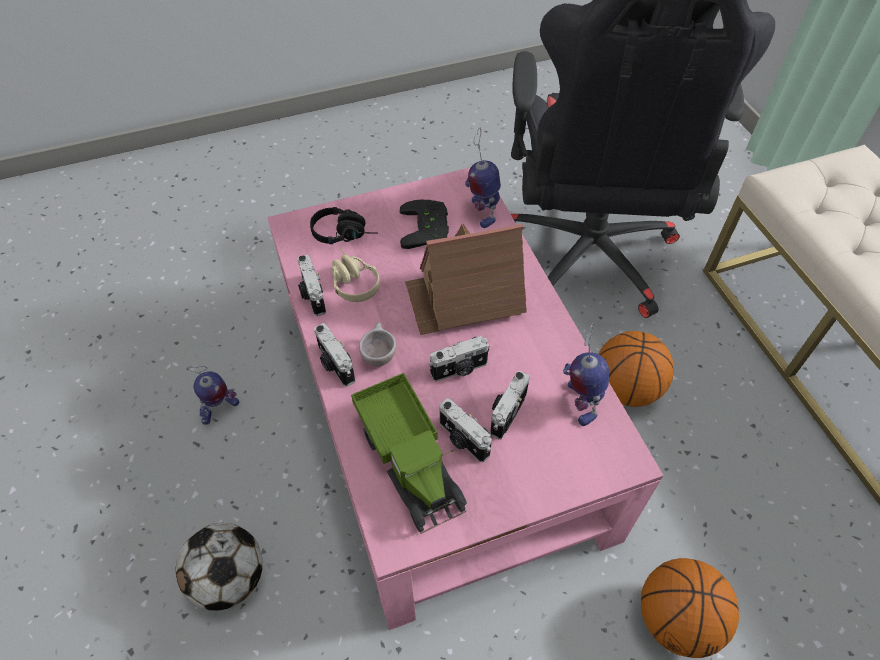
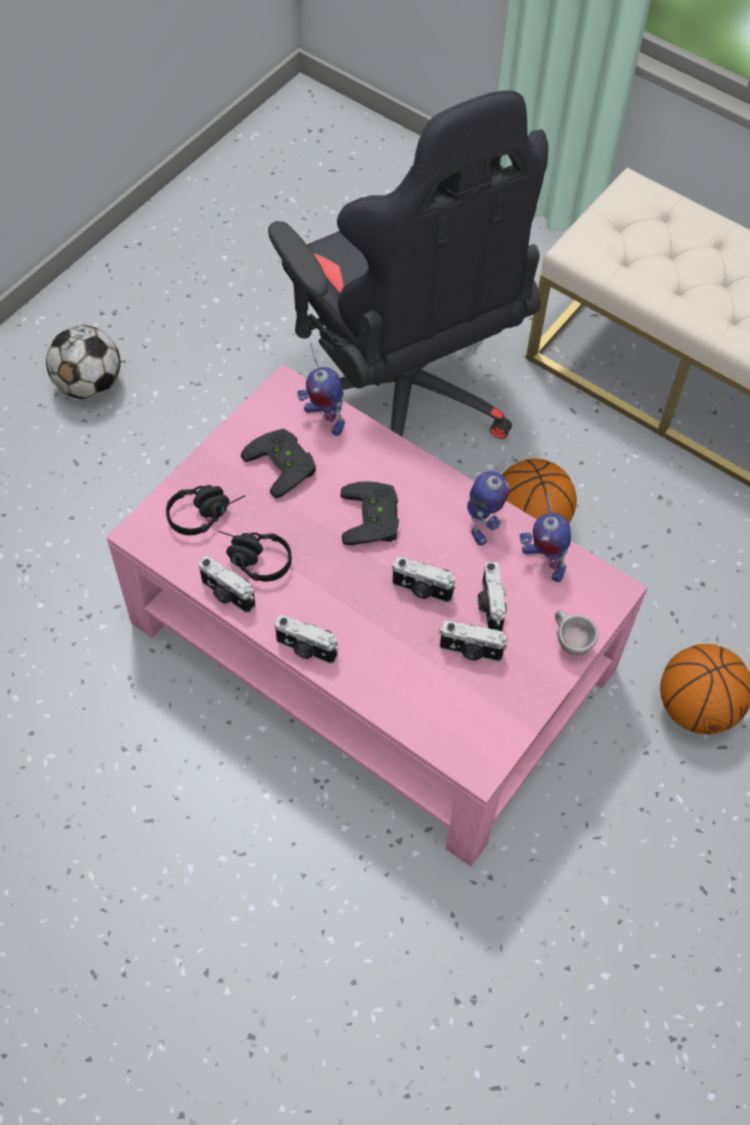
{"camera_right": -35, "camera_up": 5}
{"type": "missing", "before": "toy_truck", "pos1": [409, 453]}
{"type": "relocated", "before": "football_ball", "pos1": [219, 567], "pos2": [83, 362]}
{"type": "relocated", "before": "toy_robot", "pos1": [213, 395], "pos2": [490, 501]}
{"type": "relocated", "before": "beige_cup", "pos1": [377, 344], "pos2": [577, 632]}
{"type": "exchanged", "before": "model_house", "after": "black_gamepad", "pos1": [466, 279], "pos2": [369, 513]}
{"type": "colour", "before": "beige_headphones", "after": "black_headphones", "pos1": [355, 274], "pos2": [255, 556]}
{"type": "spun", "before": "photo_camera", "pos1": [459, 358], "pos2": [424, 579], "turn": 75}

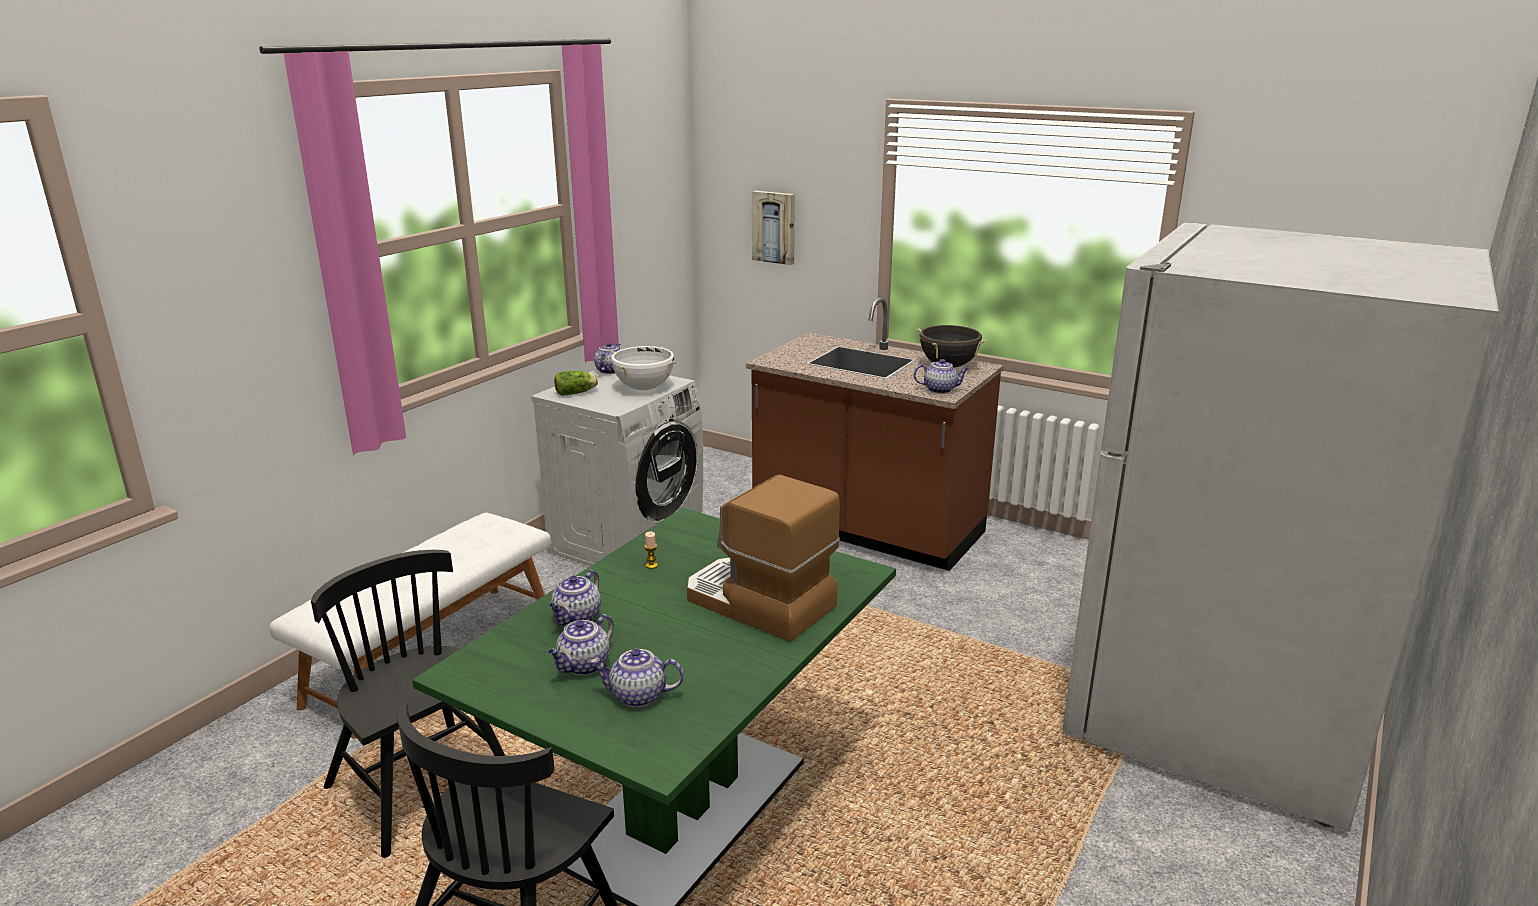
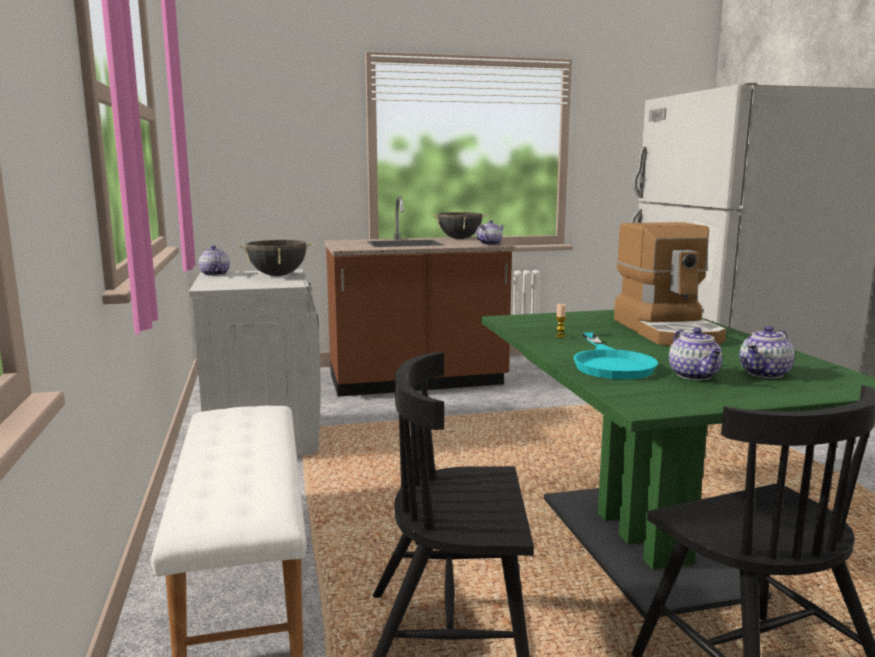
{"camera_right": -45, "camera_up": -10}
{"type": "missing", "before": "lettuce_head", "pos1": [576, 383]}
{"type": "missing", "before": "wall_picture", "pos1": [773, 228]}
{"type": "exchanged", "before": "tea_pot", "after": "turquoise_pan", "pos1": [575, 597], "pos2": [615, 356]}
{"type": "colour", "before": "whitish_stockpot", "after": "black_stockpot", "pos1": [643, 368], "pos2": [275, 258]}
{"type": "spun", "before": "coffee_machine", "pos1": [763, 558], "pos2": [670, 284], "turn": -90}

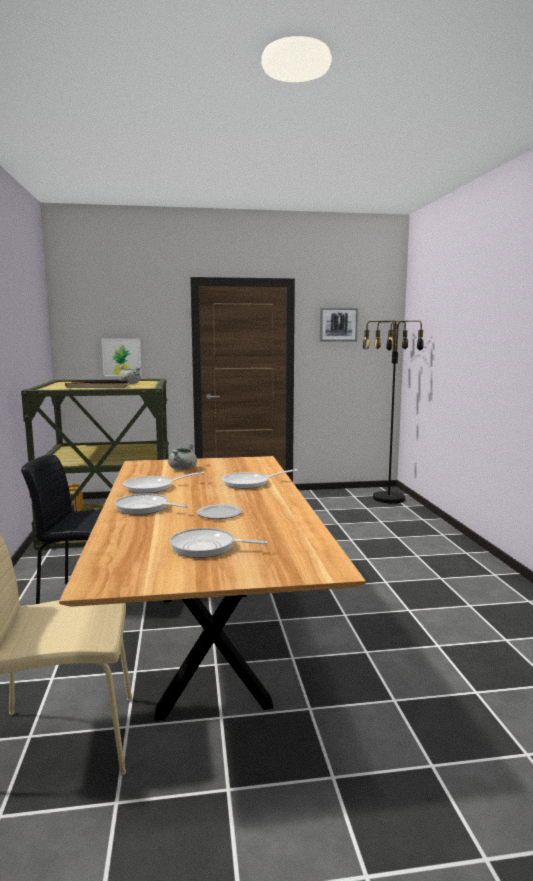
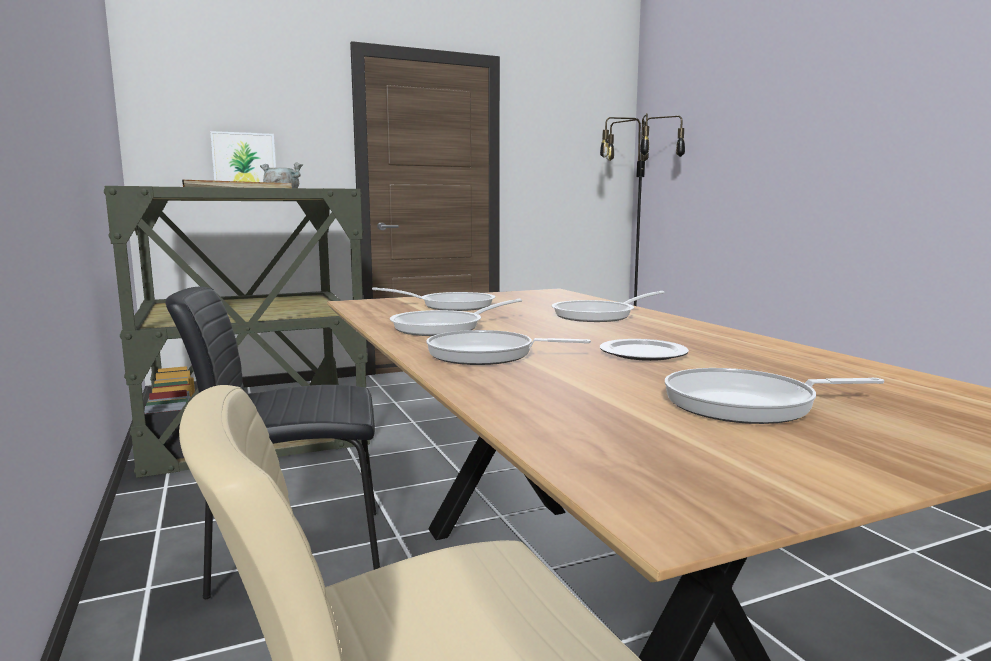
{"camera_right": -15, "camera_up": 0}
{"type": "missing", "before": "wall_picture", "pos1": [339, 324]}
{"type": "exchanged", "before": "gray_stockpot", "after": "pan", "pos1": [182, 456], "pos2": [433, 299]}

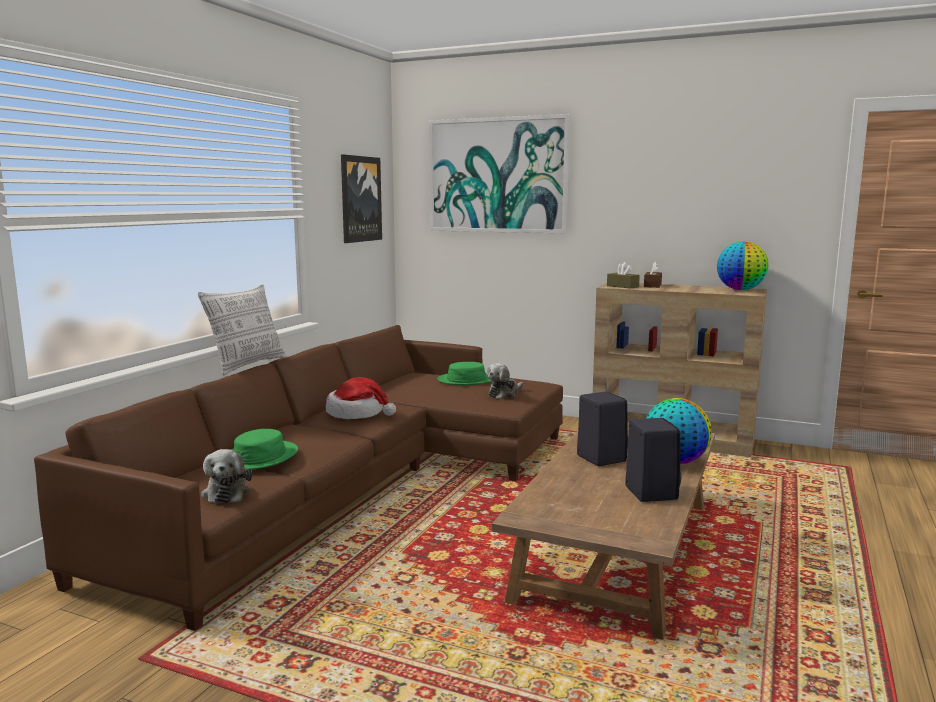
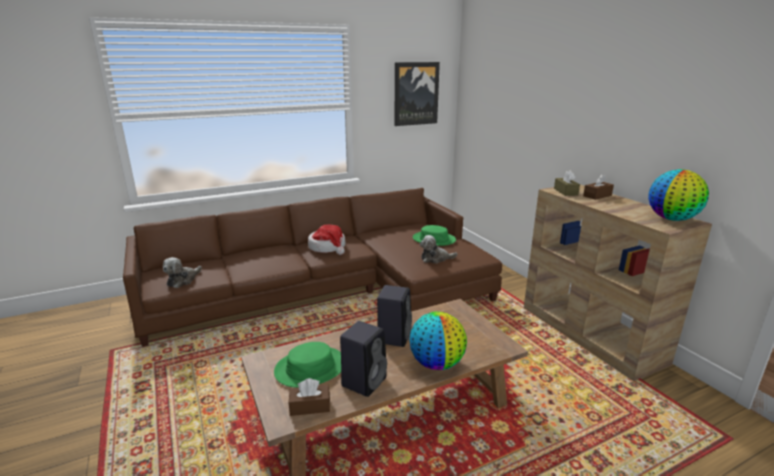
{"camera_right": 40, "camera_up": 10}
{"type": "missing", "before": "cushion", "pos1": [242, 329]}
{"type": "missing", "before": "wall_picture", "pos1": [500, 173]}
{"type": "appeared", "after": "brown_tissue_holder", "pos2": [309, 397]}
{"type": "relocated", "before": "greenish_clothing_hat", "pos1": [264, 449], "pos2": [307, 364]}

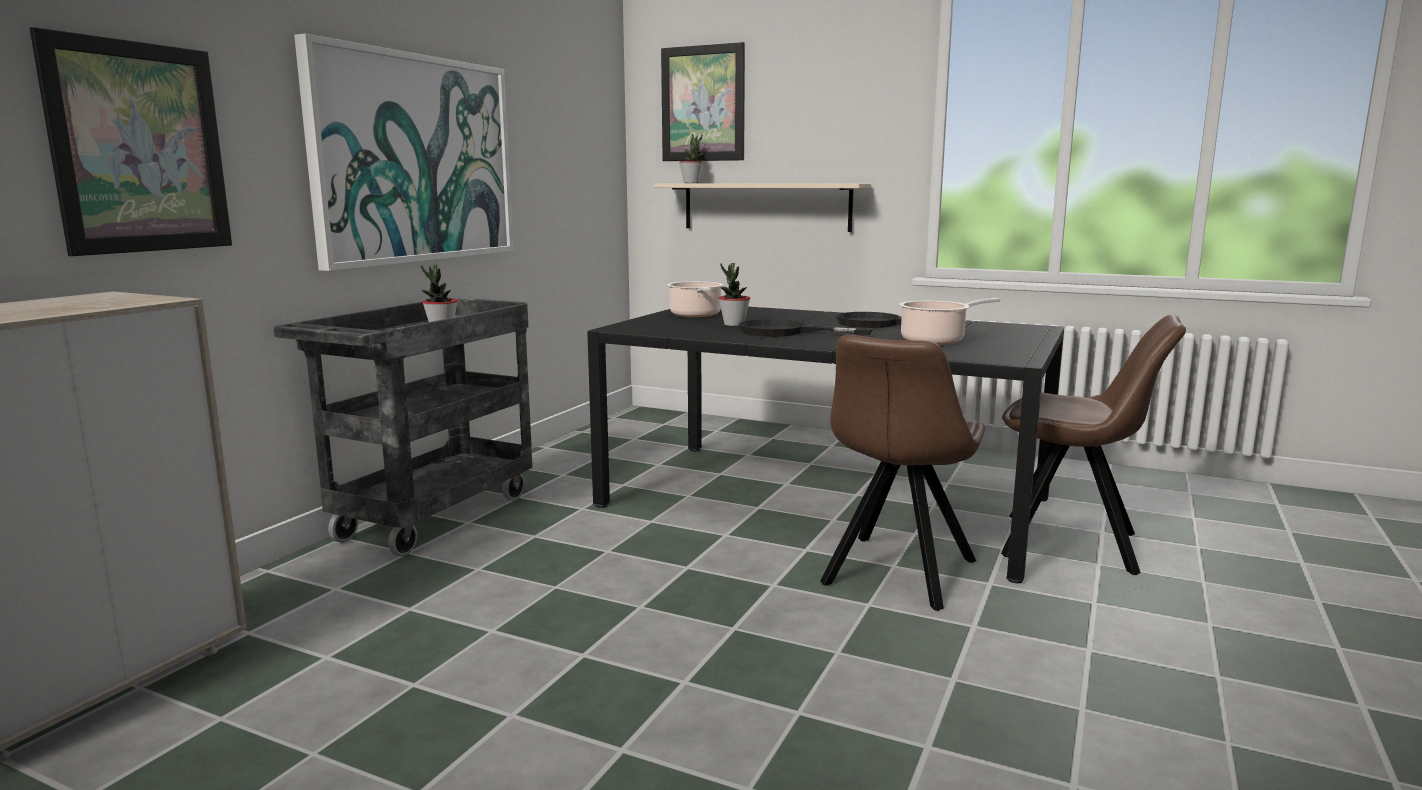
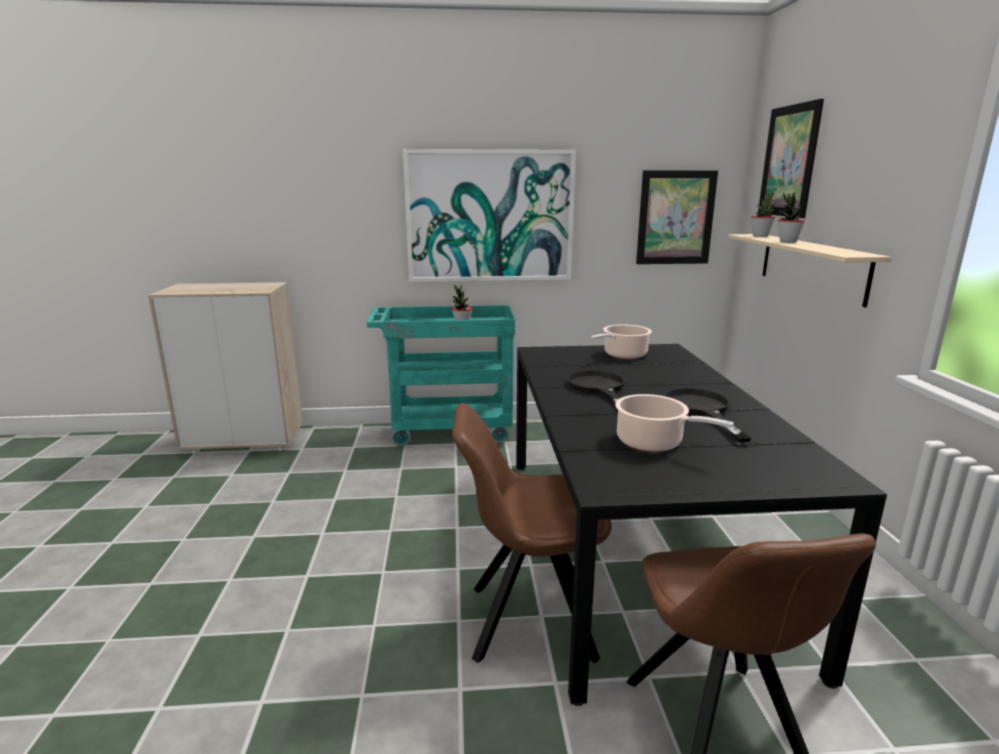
{"camera_right": 60, "camera_up": 5}
{"type": "relocated", "before": "wall_picture", "pos1": [131, 141], "pos2": [677, 217]}
{"type": "relocated", "before": "potted_plant", "pos1": [734, 294], "pos2": [791, 217]}
{"type": "colour", "before": "black_wheeled_cart", "after": "turquoise_wheeled_cart", "pos1": [403, 426], "pos2": [441, 375]}

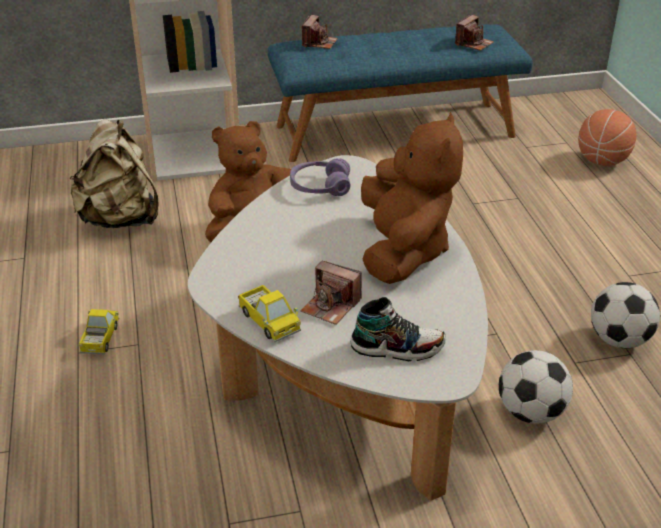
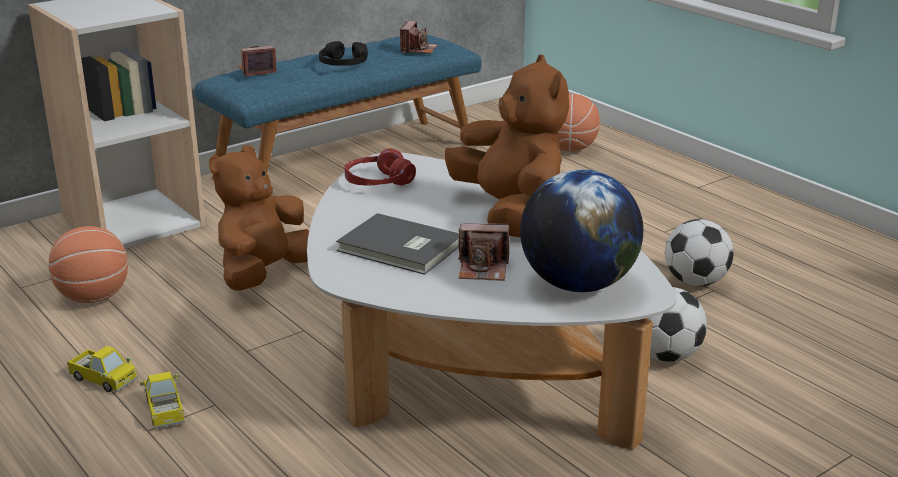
{"camera_right": -25, "camera_up": -10}
{"type": "appeared", "after": "black_headphones", "pos2": [343, 53]}
{"type": "appeared", "after": "gray_bound_book", "pos2": [397, 244]}
{"type": "relocated", "before": "toy_truck", "pos1": [269, 313], "pos2": [102, 369]}
{"type": "exchanged", "before": "beige_rucksack", "after": "basketball_ball", "pos1": [114, 174], "pos2": [88, 264]}
{"type": "exchanged", "before": "low_shoe", "after": "globe", "pos1": [398, 329], "pos2": [581, 230]}
{"type": "colour", "before": "purple-coloured_headphones", "after": "red-coloured_headphones", "pos1": [320, 177], "pos2": [380, 167]}
{"type": "spun", "before": "photo_camera", "pos1": [320, 32], "pos2": [257, 61], "turn": -105}

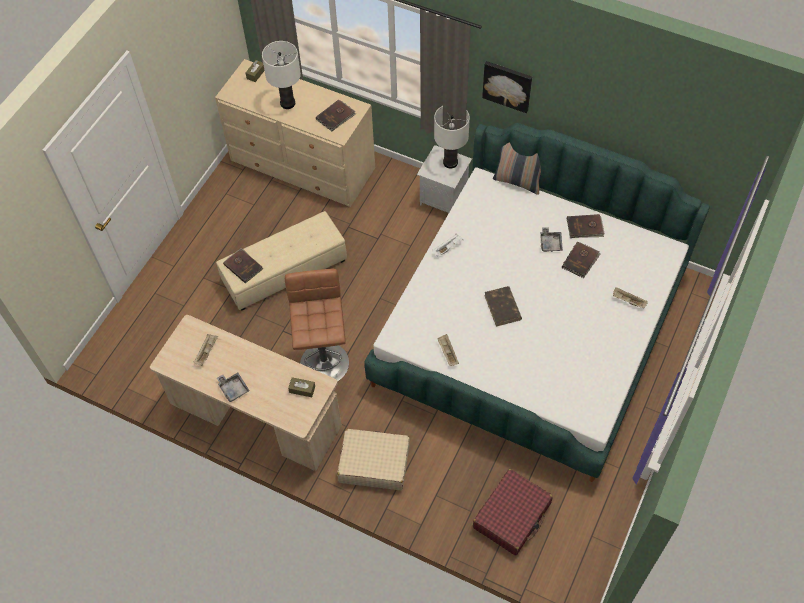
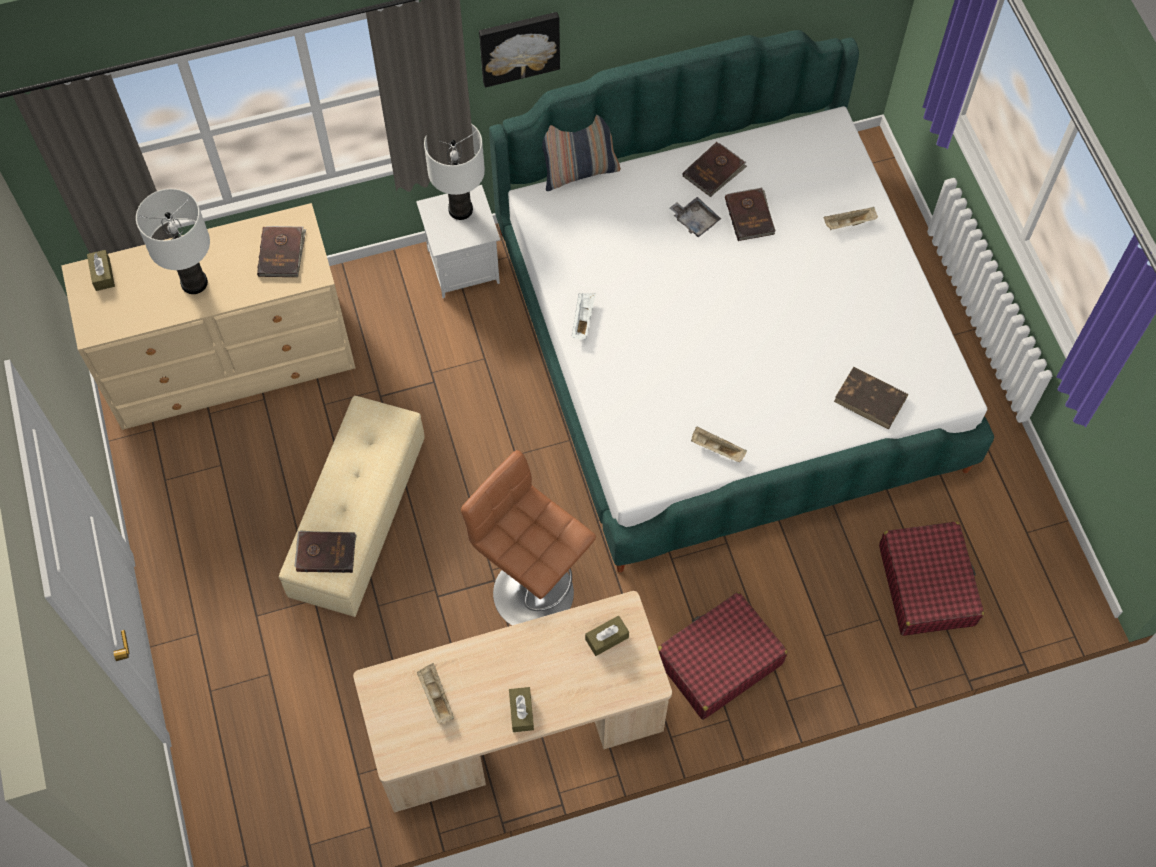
{"camera_right": -45, "camera_up": 5}
{"type": "relocated", "before": "brown_bound_book", "pos1": [503, 306], "pos2": [871, 398]}
{"type": "exchanged", "before": "gray_tray", "after": "brown_tissue_holder", "pos1": [233, 387], "pos2": [521, 709]}
{"type": "colour", "before": "beige_travel_case", "after": "red-coloured_travel_case", "pos1": [373, 459], "pos2": [722, 656]}

